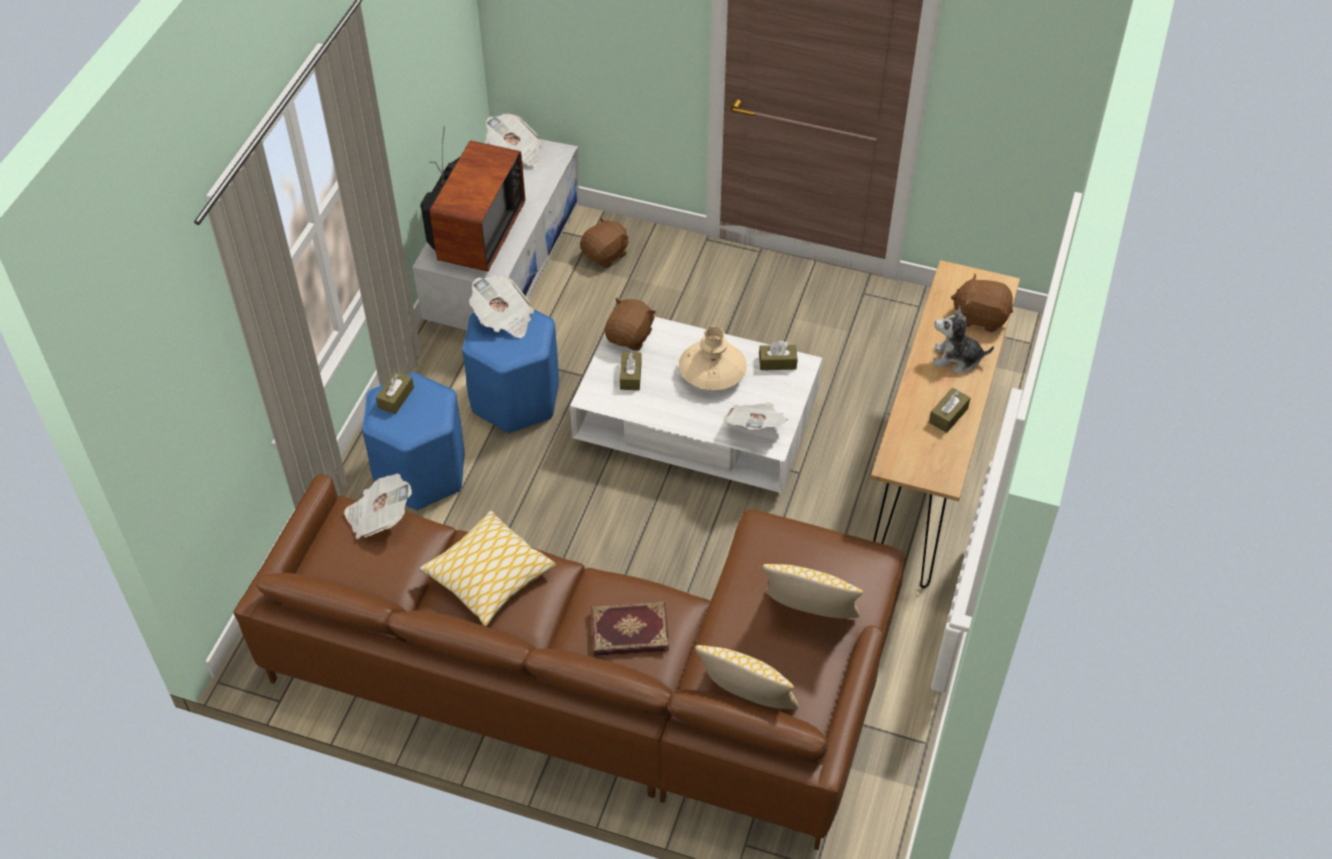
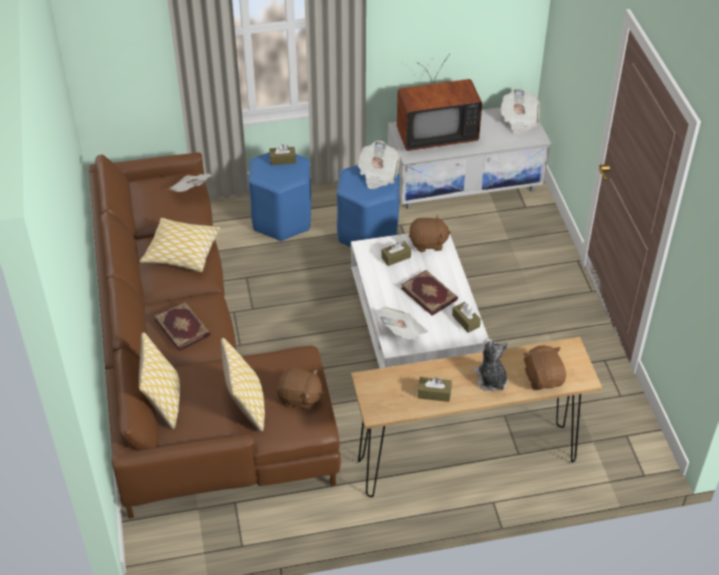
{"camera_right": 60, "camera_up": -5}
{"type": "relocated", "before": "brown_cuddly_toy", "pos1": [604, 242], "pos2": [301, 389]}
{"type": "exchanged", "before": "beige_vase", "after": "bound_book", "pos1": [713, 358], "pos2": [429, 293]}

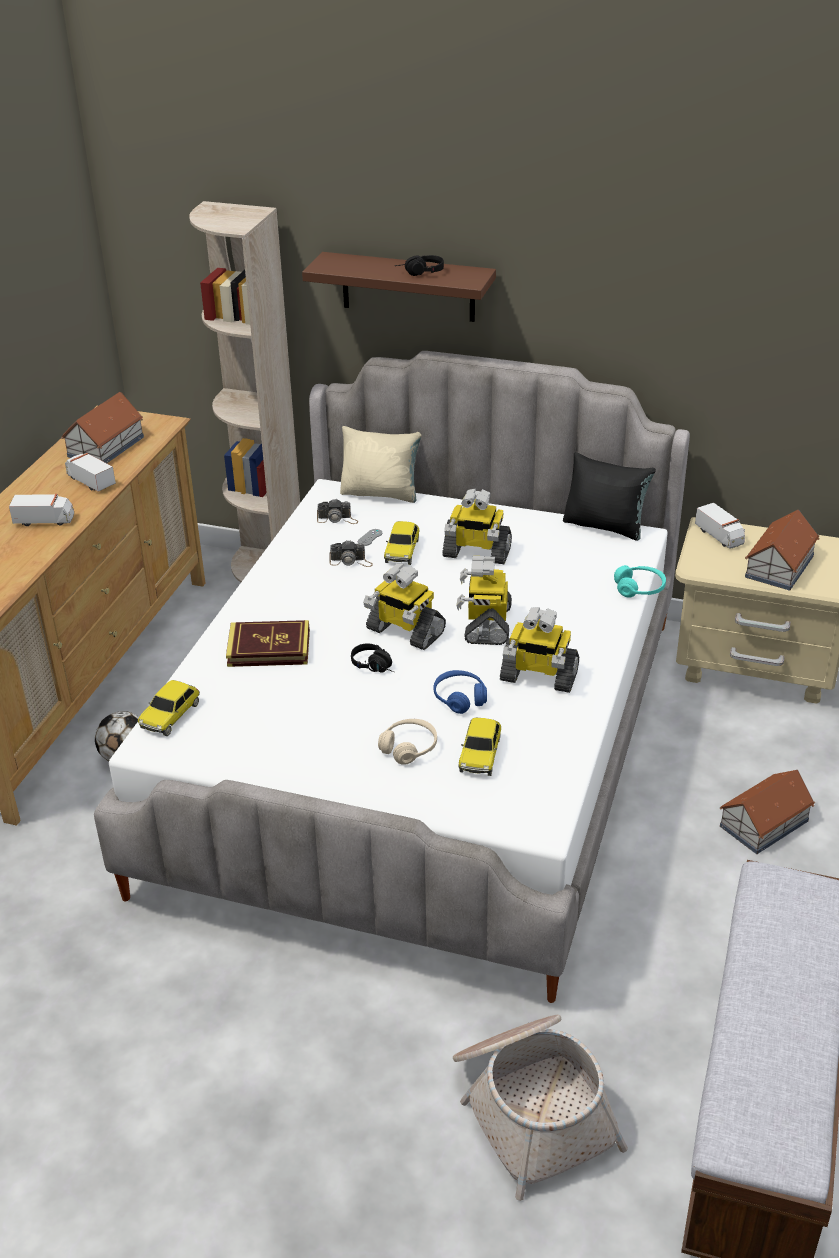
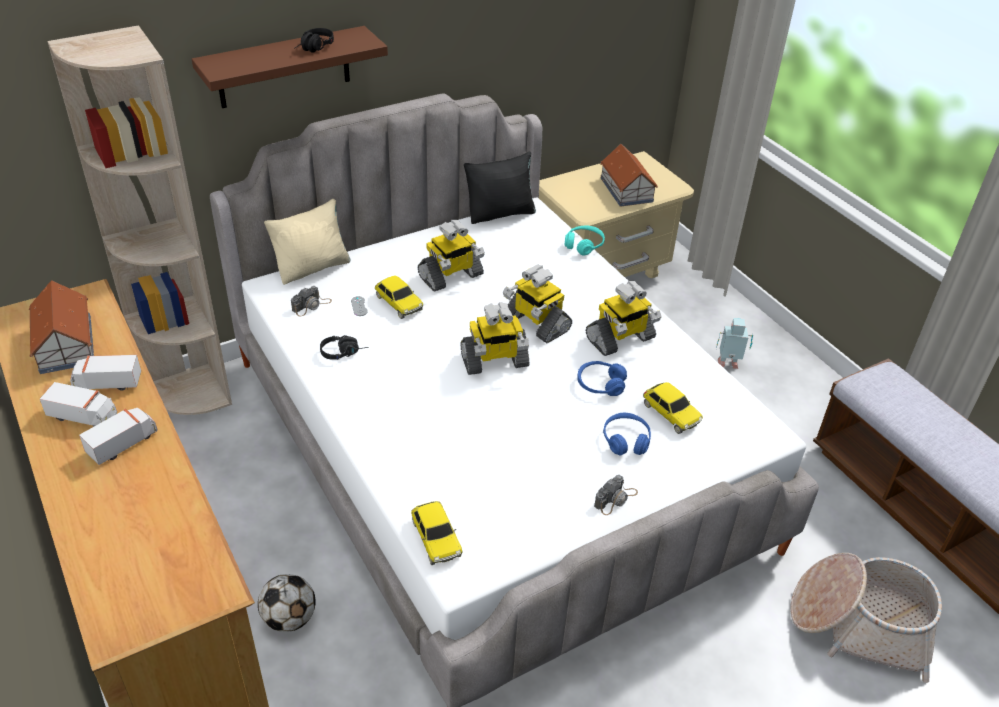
{"camera_right": -50, "camera_up": 5}
{"type": "missing", "before": "bound_book", "pos1": [268, 643]}
{"type": "relocated", "before": "photo_camera", "pos1": [351, 553], "pos2": [616, 495]}
{"type": "relocated", "before": "black_headphones", "pos1": [372, 657], "pos2": [344, 347]}
{"type": "relocated", "before": "toy_truck", "pos1": [720, 526], "pos2": [78, 404]}
{"type": "exchanged", "before": "model_house", "after": "toy_robot", "pos1": [767, 812], "pos2": [734, 343]}
{"type": "colour", "before": "beige_headphones", "after": "bluish_headphones", "pos1": [407, 742], "pos2": [627, 434]}

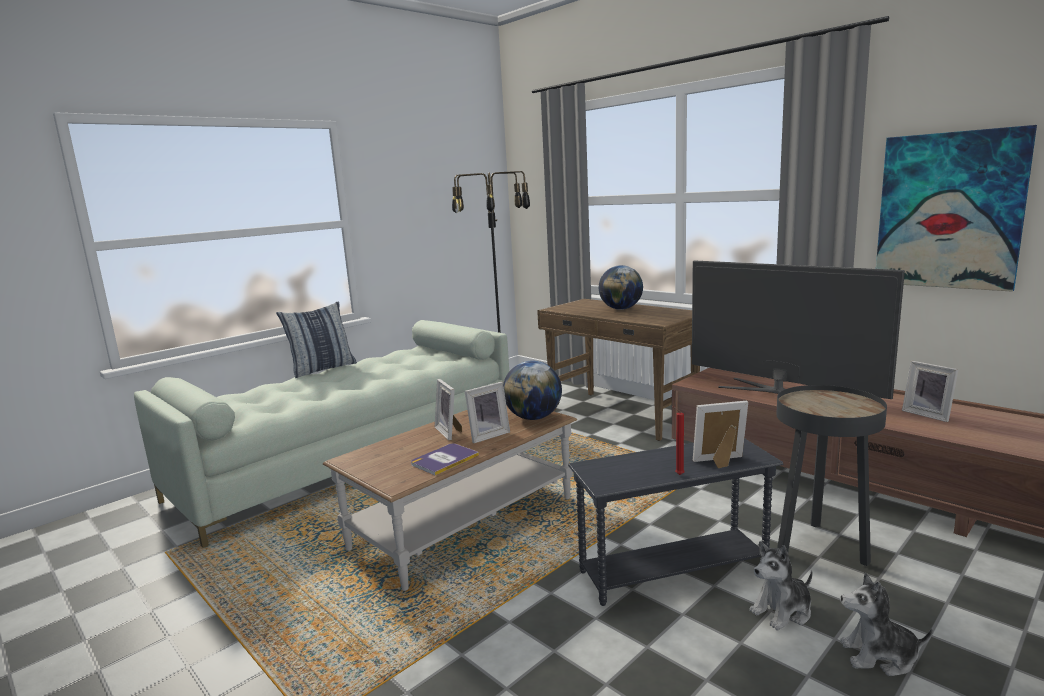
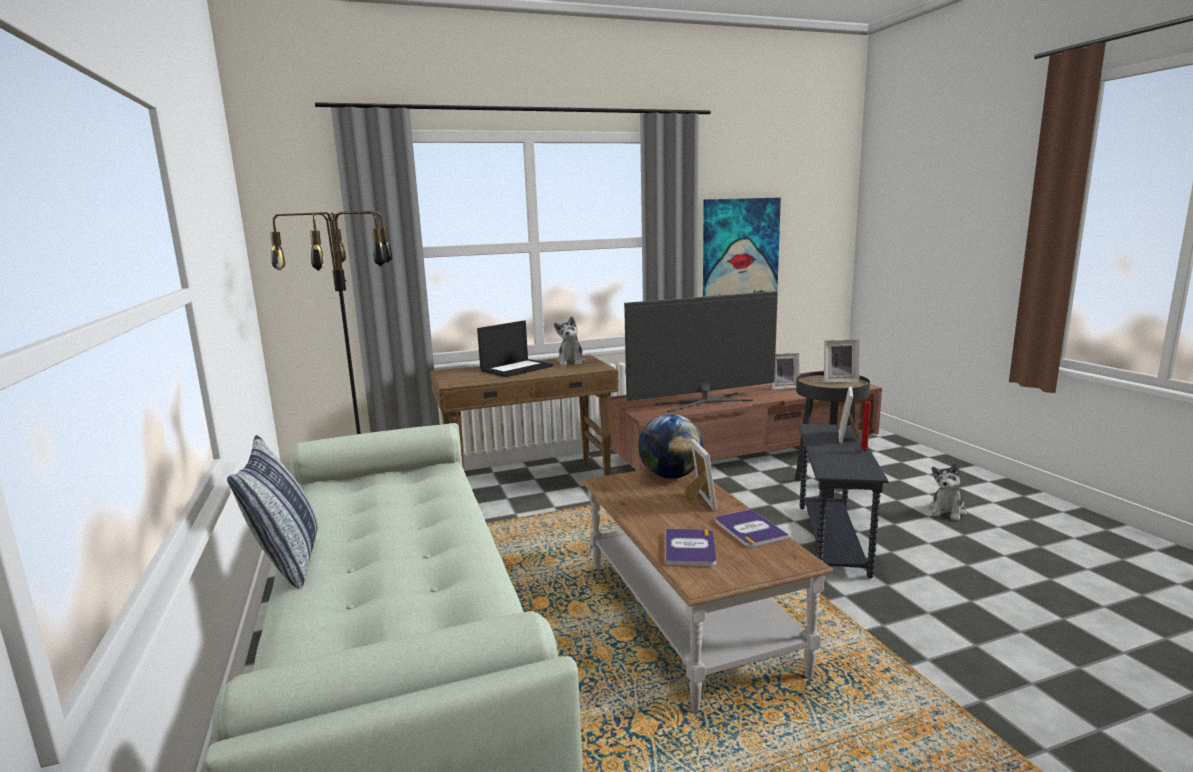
{"camera_right": -65, "camera_up": 0}
{"type": "appeared", "after": "bound_book", "pos2": [690, 547]}
{"type": "relocated", "before": "picture_frame", "pos1": [448, 410], "pos2": [842, 361]}
{"type": "relocated", "before": "cuddly_toy", "pos1": [781, 585], "pos2": [570, 341]}
{"type": "exchanged", "before": "globe", "after": "notebook_computer", "pos1": [621, 287], "pos2": [515, 349]}

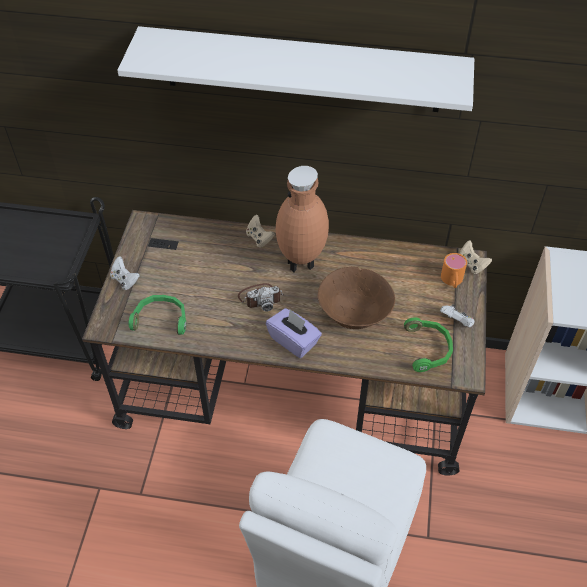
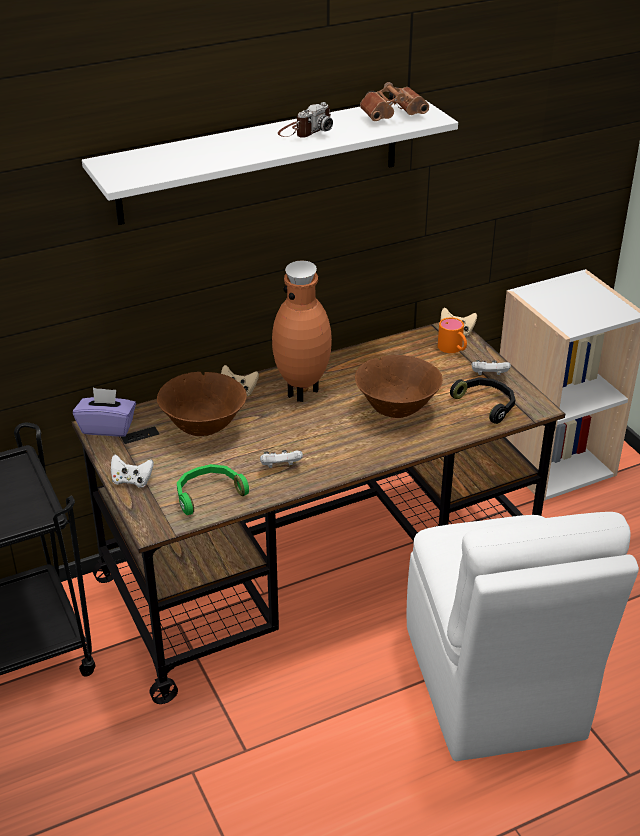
{"camera_right": -35, "camera_up": -15}
{"type": "appeared", "after": "brown_serving_bowl", "pos2": [202, 404]}
{"type": "appeared", "after": "whitish_gamepad", "pos2": [281, 459]}
{"type": "appeared", "after": "brown_field_glasses", "pos2": [394, 101]}
{"type": "relocated", "before": "photo_camera", "pos1": [261, 297], "pos2": [305, 120]}
{"type": "relocated", "before": "purple-coloured_tissue_holder", "pos1": [294, 333], "pos2": [104, 412]}
{"type": "colour", "before": "greenish_headphones", "after": "black_headphones", "pos1": [428, 344], "pos2": [482, 400]}

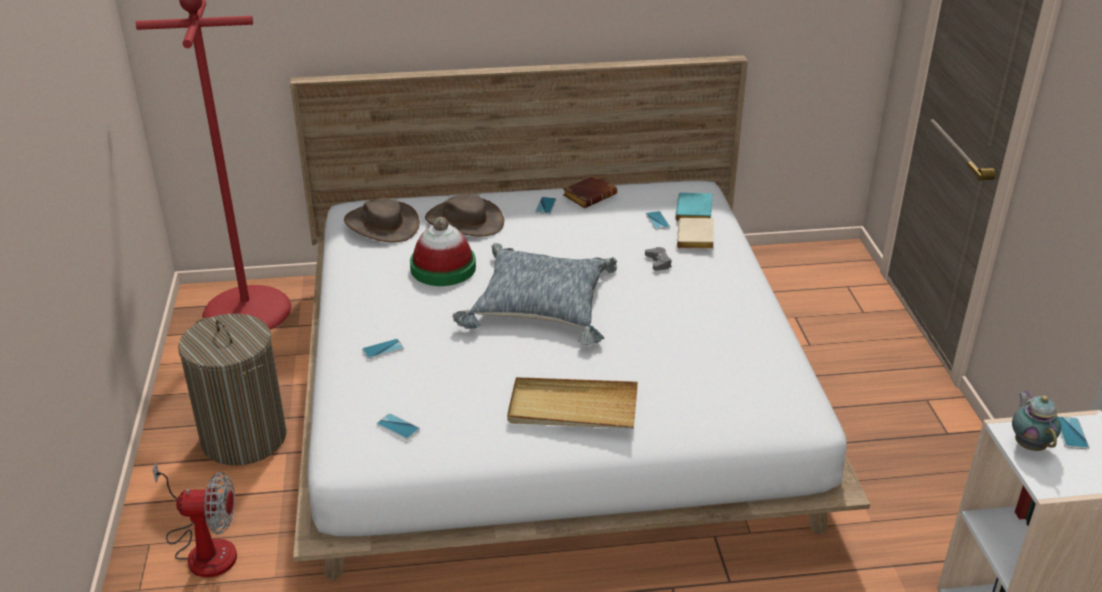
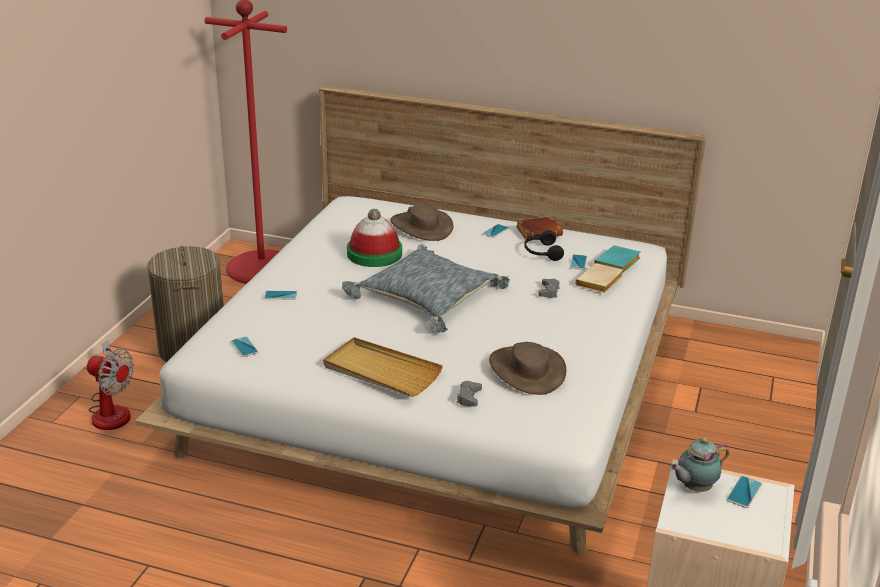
{"camera_right": 25, "camera_up": -5}
{"type": "appeared", "after": "gray_gamepad", "pos2": [469, 394]}
{"type": "appeared", "after": "black_headphones", "pos2": [544, 245]}
{"type": "relocated", "before": "brown_clothing_hat", "pos1": [382, 220], "pos2": [527, 368]}
{"type": "spun", "before": "tea_pot", "pos1": [1036, 420], "pos2": [699, 465], "turn": -135}

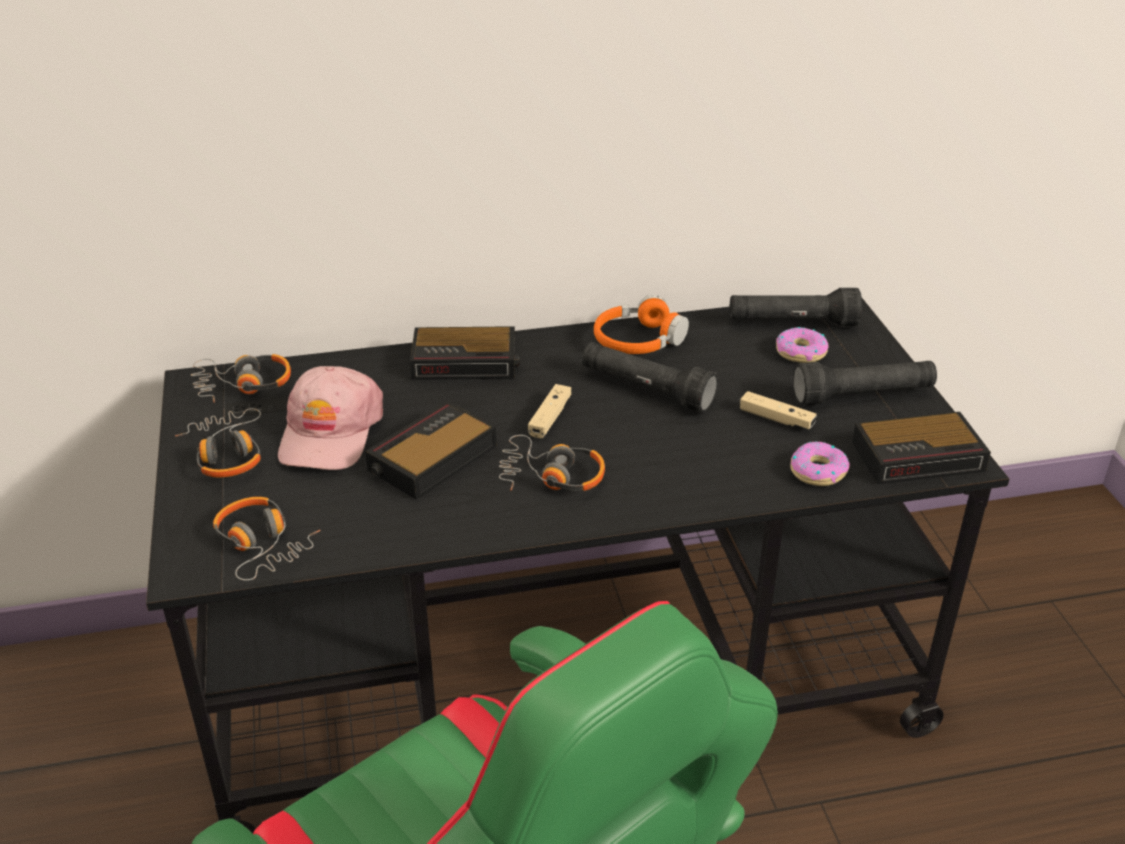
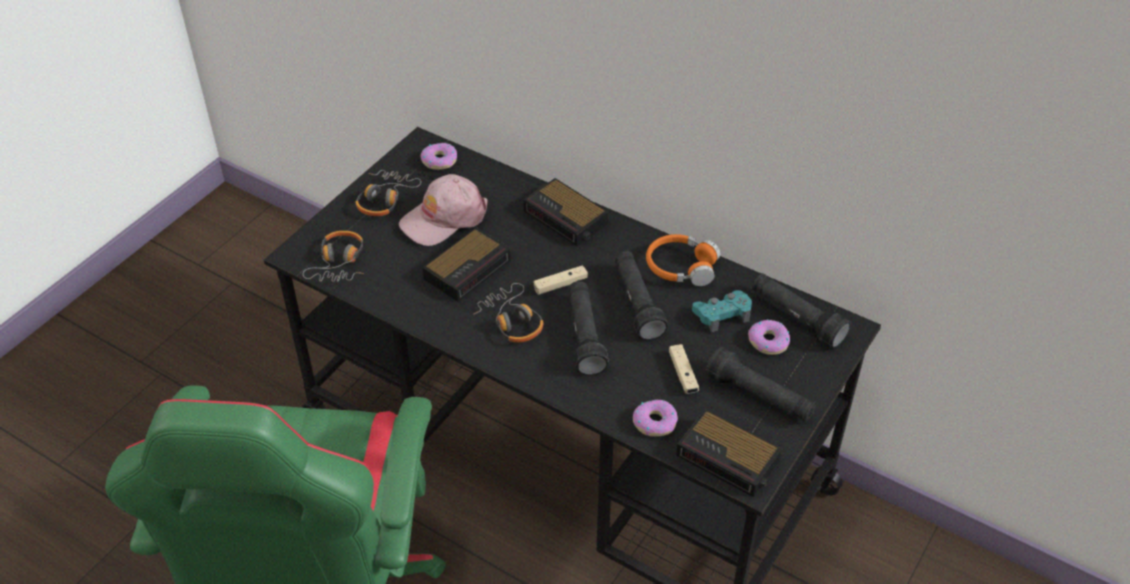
{"camera_right": 45, "camera_up": 10}
{"type": "appeared", "after": "black_flashlight", "pos2": [589, 328]}
{"type": "appeared", "after": "turquoise_gamepad", "pos2": [722, 311]}
{"type": "exchanged", "before": "headphones", "after": "ring_doughnut", "pos1": [241, 378], "pos2": [439, 156]}
{"type": "spun", "before": "table_clock", "pos1": [431, 450], "pos2": [466, 264], "turn": 135}

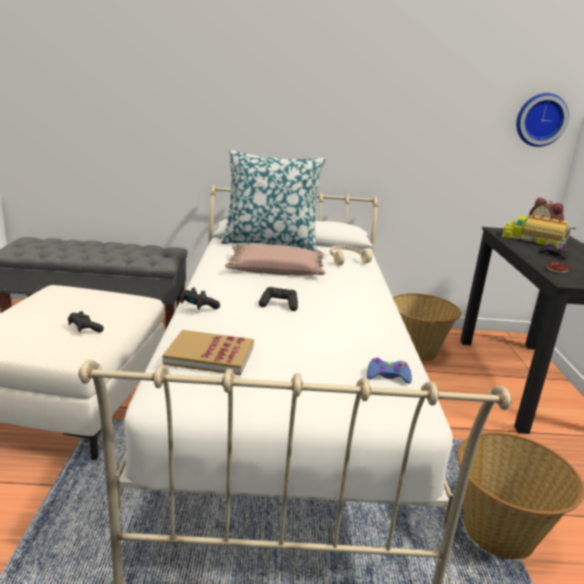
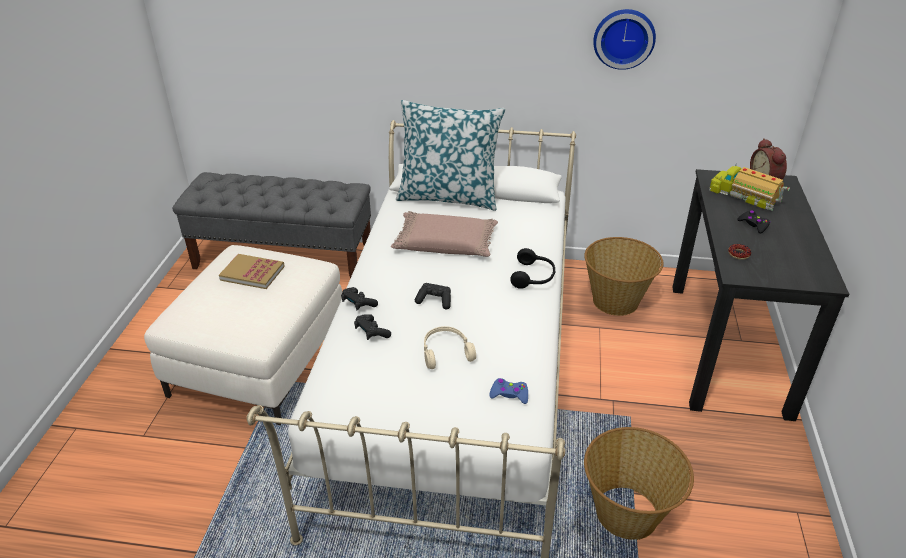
{"camera_right": 10, "camera_up": 15}
{"type": "appeared", "after": "black_headphones", "pos2": [533, 268]}
{"type": "relocated", "before": "black_gamepad", "pos1": [86, 322], "pos2": [372, 327]}
{"type": "relocated", "before": "bound_book", "pos1": [208, 353], "pos2": [251, 271]}
{"type": "relocated", "before": "beige_headphones", "pos1": [351, 255], "pos2": [450, 347]}
{"type": "relocated", "before": "hanging_clock", "pos1": [542, 120], "pos2": [624, 39]}

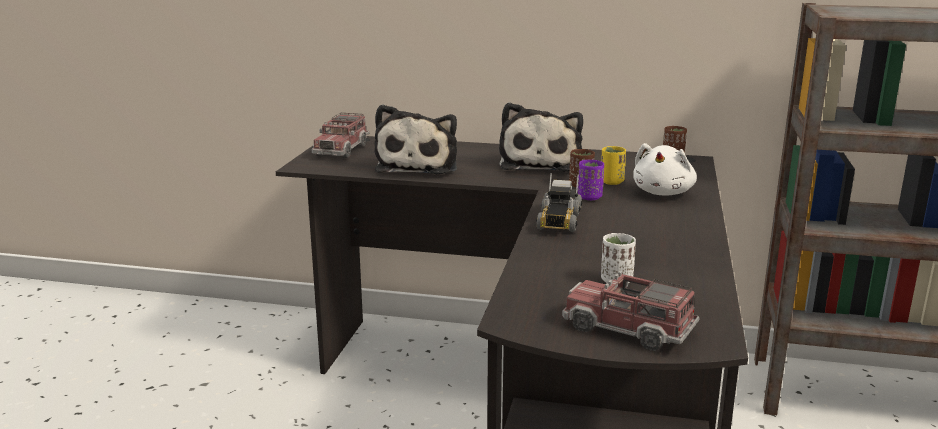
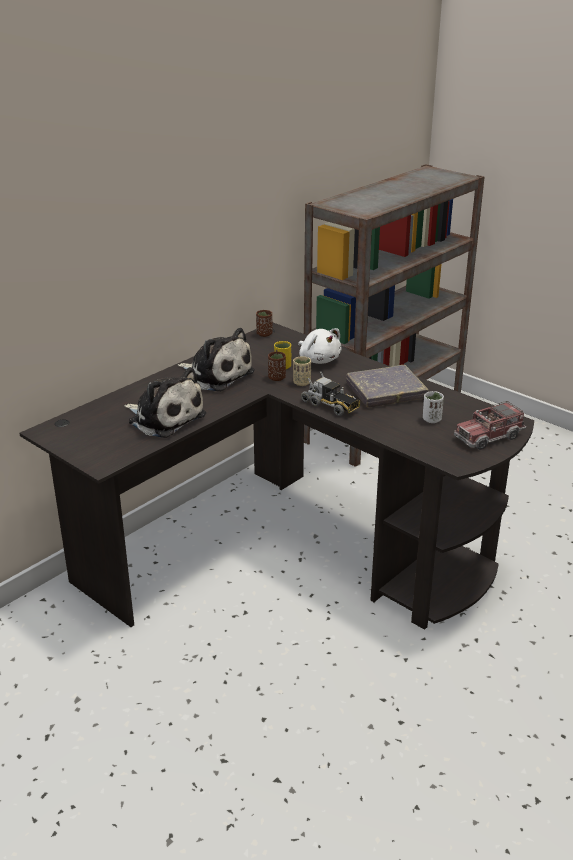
{"camera_right": -60, "camera_up": 10}
{"type": "missing", "before": "toy_truck", "pos1": [341, 135]}
{"type": "appeared", "after": "gray_bound_book", "pos2": [387, 386]}
{"type": "colour", "before": "purple-coloured_cup", "after": "beige_cup", "pos1": [591, 180], "pos2": [302, 371]}

